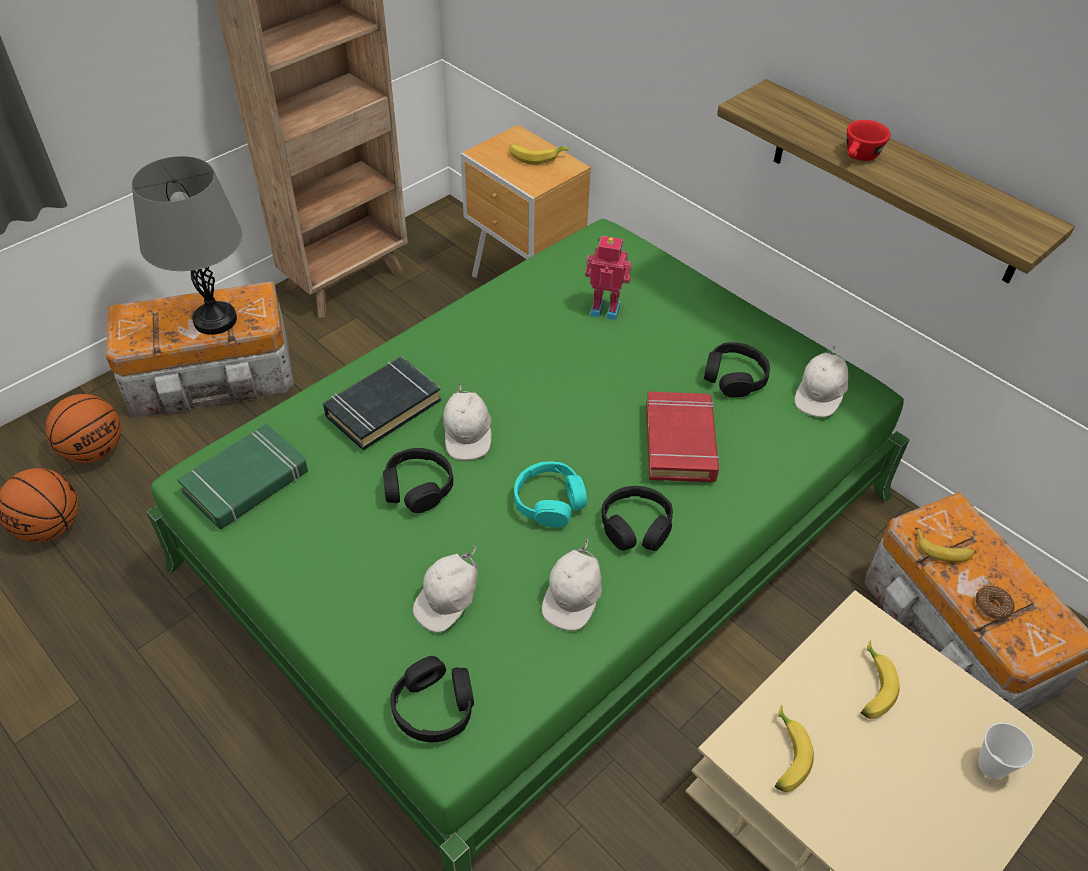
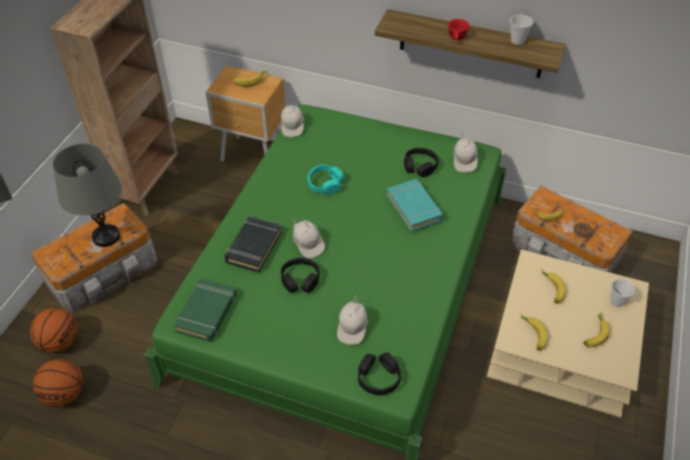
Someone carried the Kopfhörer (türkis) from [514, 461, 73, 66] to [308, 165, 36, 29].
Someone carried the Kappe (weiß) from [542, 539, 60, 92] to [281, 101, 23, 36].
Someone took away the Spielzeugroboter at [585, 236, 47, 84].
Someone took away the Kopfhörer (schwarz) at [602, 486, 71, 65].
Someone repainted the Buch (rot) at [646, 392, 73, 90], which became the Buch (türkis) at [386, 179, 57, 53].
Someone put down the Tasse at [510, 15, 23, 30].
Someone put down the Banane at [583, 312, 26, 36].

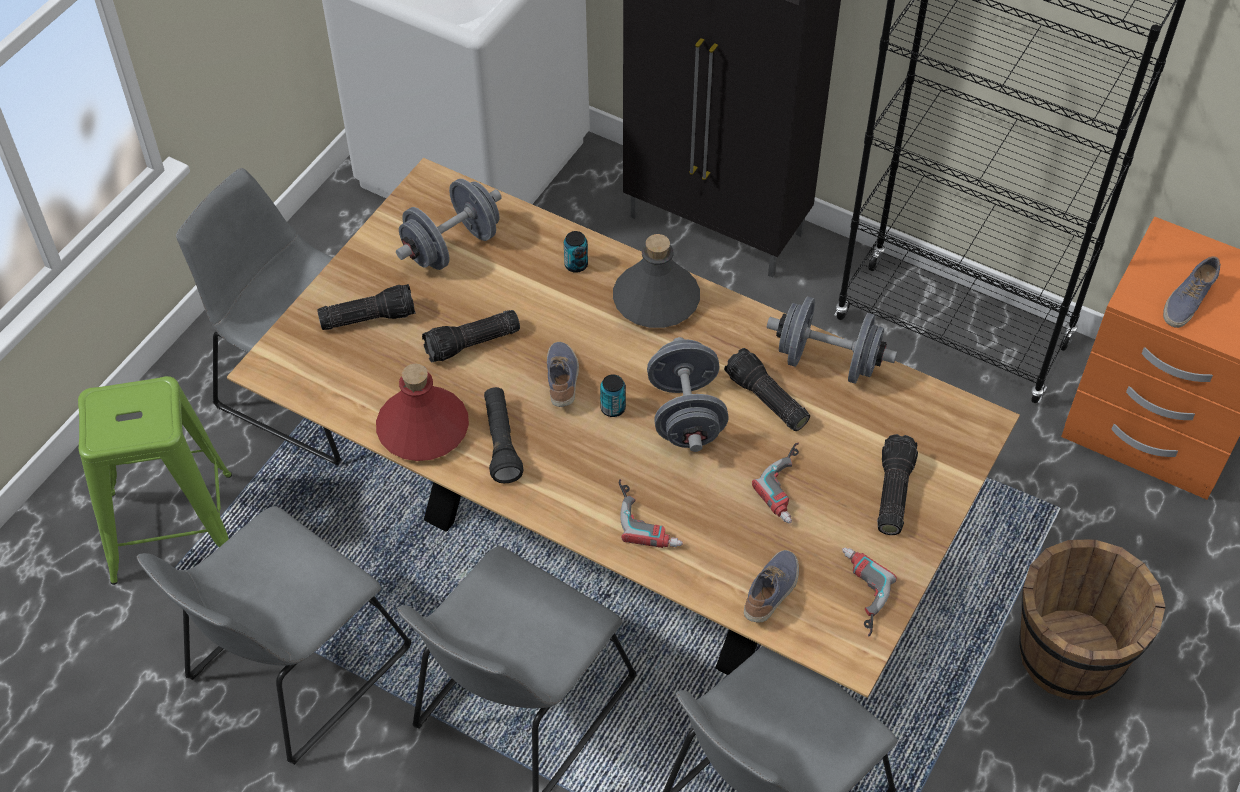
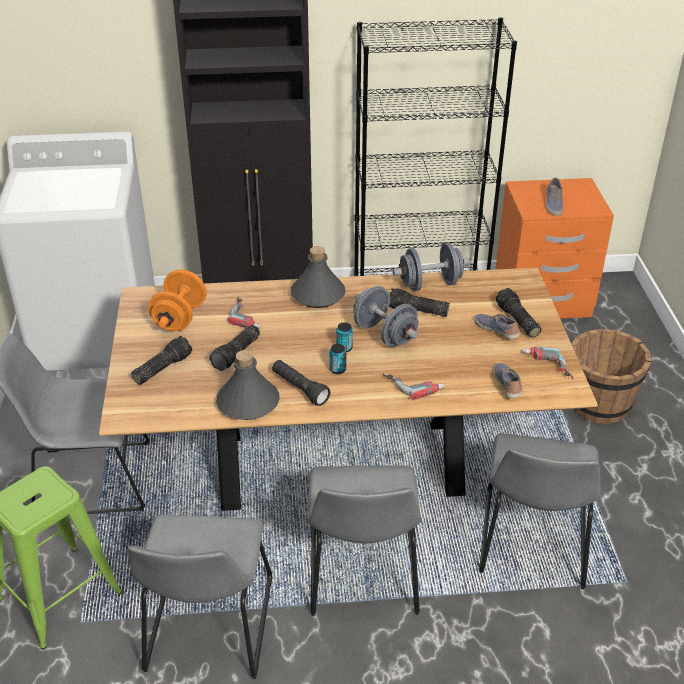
Someone repainted the Flasche (rot) at [376, 364, 93, 97], which became the Flasche (grau) at [216, 350, 64, 70].
Someone repainted the Hantel (grau) at [396, 179, 106, 91], which became the Hantel (orange) at [148, 269, 59, 62].
Someone carried the Schuh from [547, 342, 32, 65] to [474, 313, 46, 26].
Someone carried the Dose from [564, 231, 24, 42] to [330, 344, 16, 30].
Someone carried the Bohrmaschine from [752, 443, 47, 81] to [228, 296, 33, 32].

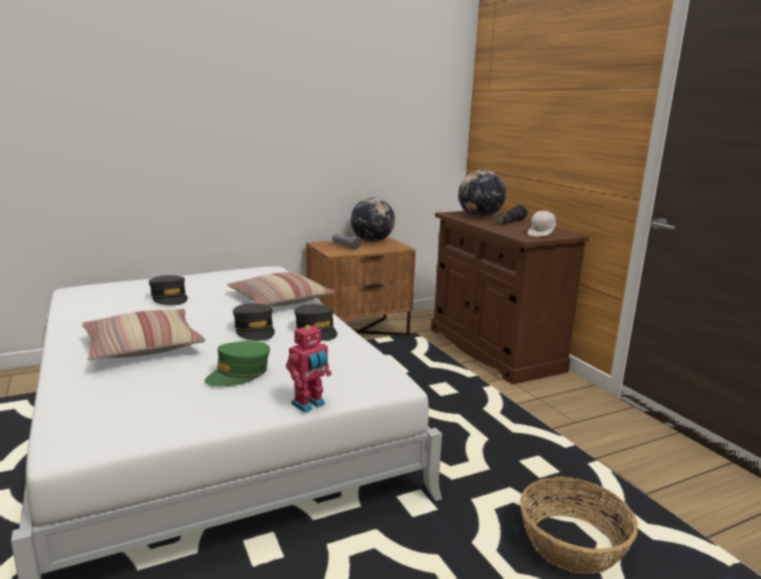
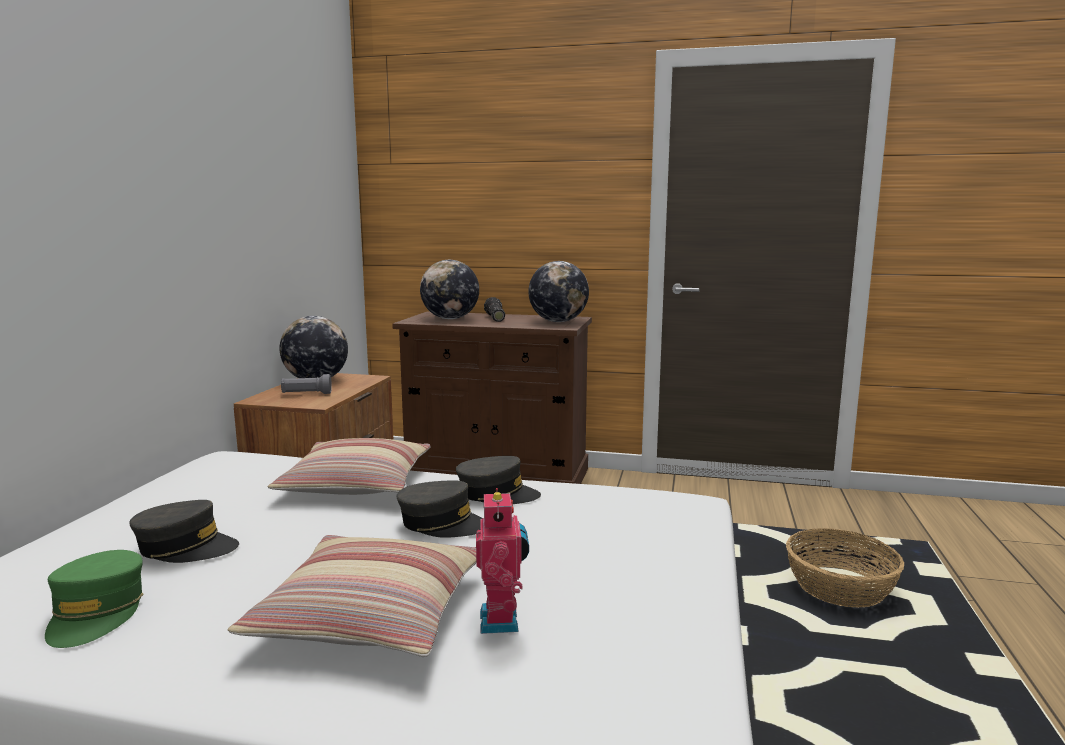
Someone carried the Kappe (grün) from [205, 341, 65, 46] to [45, 550, 98, 98].
Someone carried the Spielzeugroboter from [286, 324, 46, 89] to [476, 488, 53, 146].
Someone swapped the Kappe (weiß) at [528, 211, 28, 26] for the Globus at [528, 261, 61, 61].

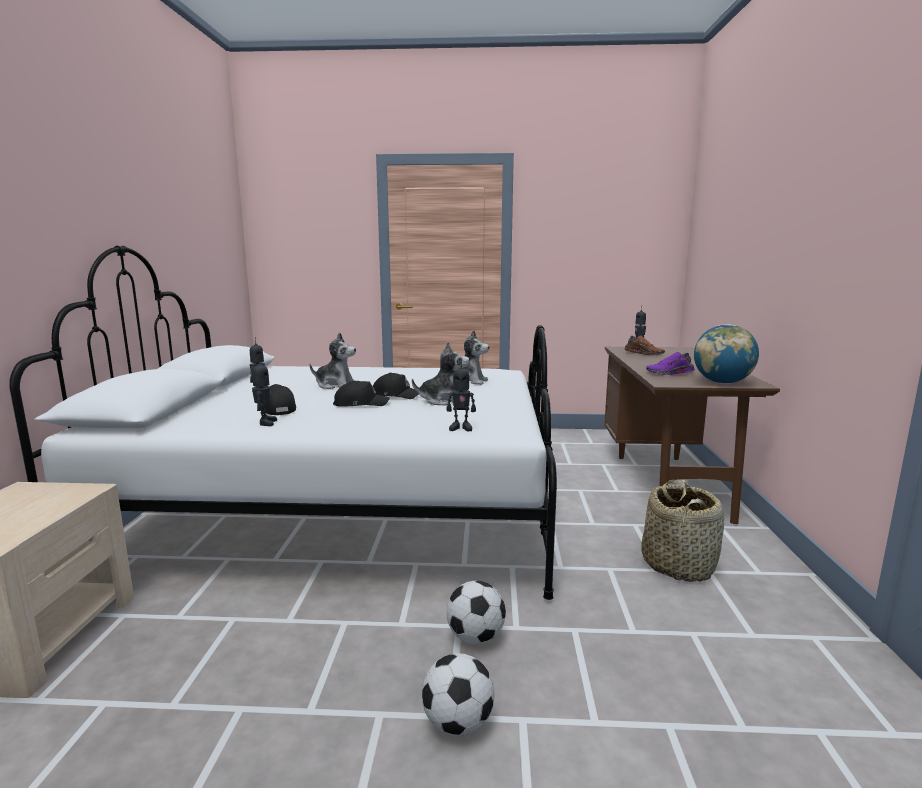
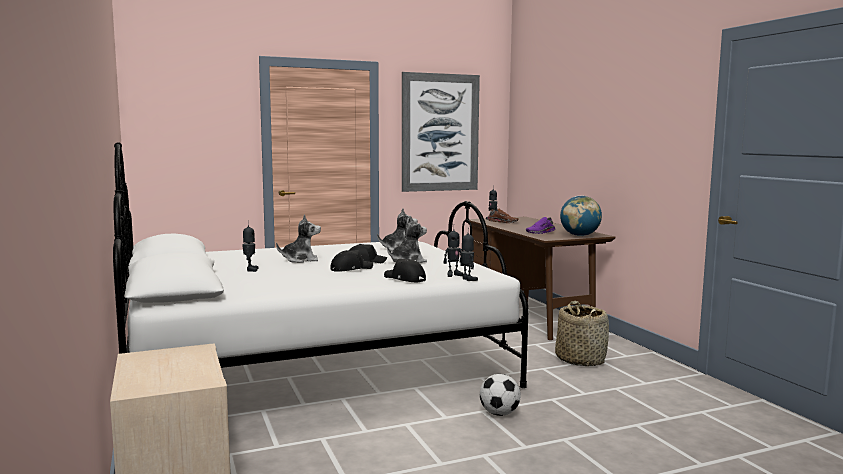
Someone carried the Spielzeugroboter from [252, 356, 25, 70] to [460, 233, 18, 48].
Someone carried the Kappe (schwarz) from [263, 384, 33, 31] to [384, 259, 42, 23].
Someone took away the Fußball at [422, 653, 73, 83].
Someone put up the Bild at [402, 72, 78, 120].

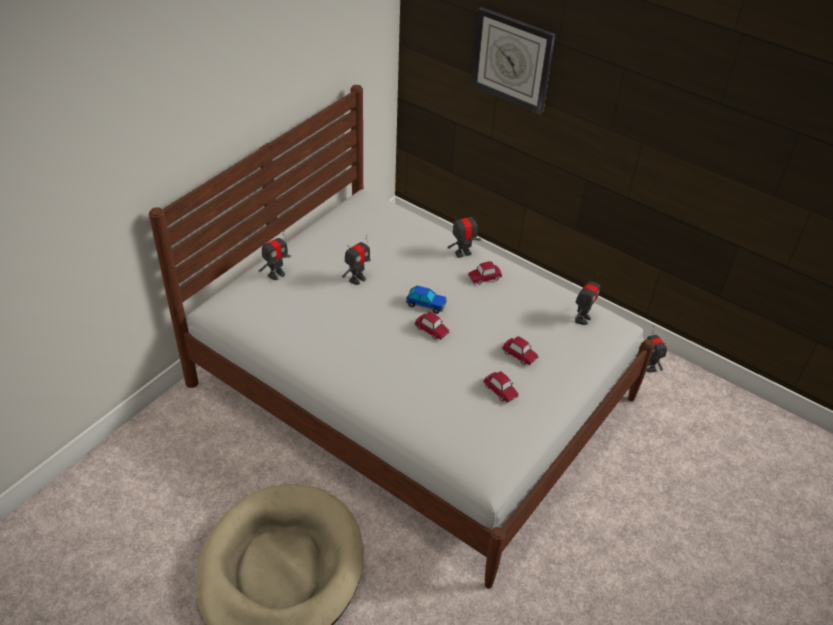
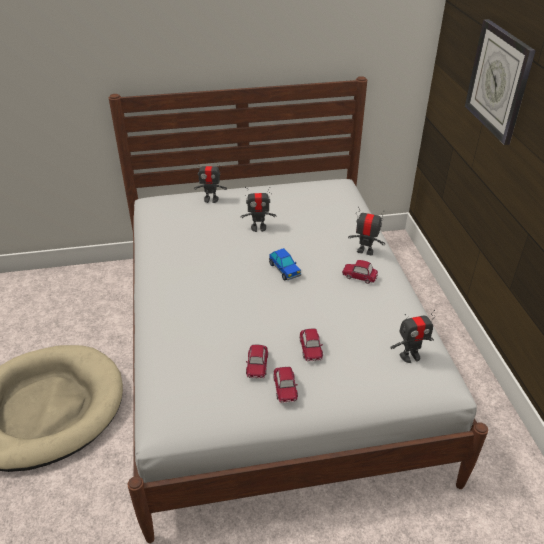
Someone carried the Spielzeugauto from [414, 312, 36, 28] to [273, 367, 25, 36].
Someone took away the Spielzeugroboter at [646, 326, 21, 47].

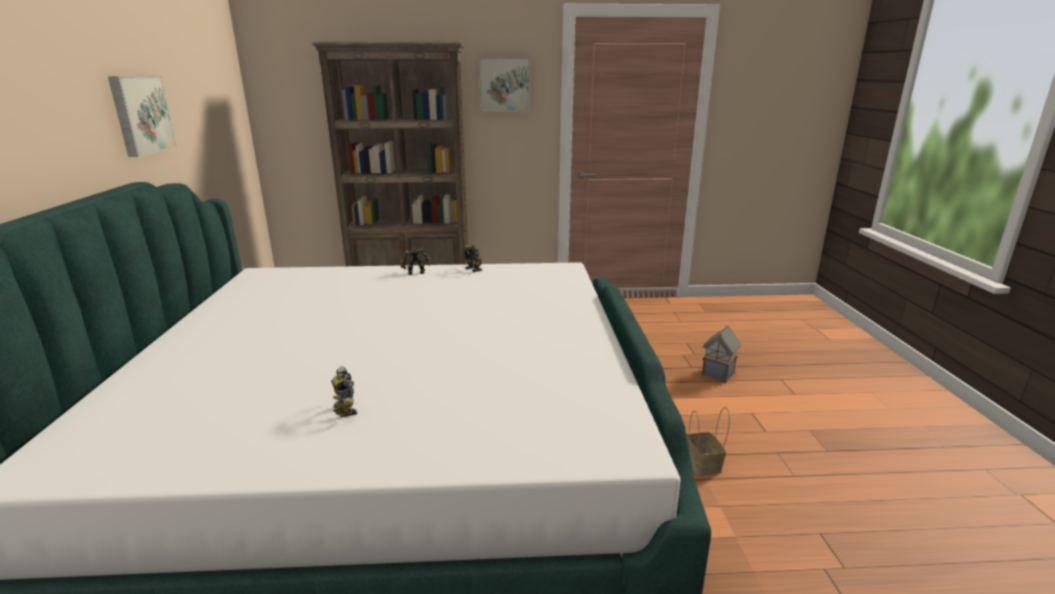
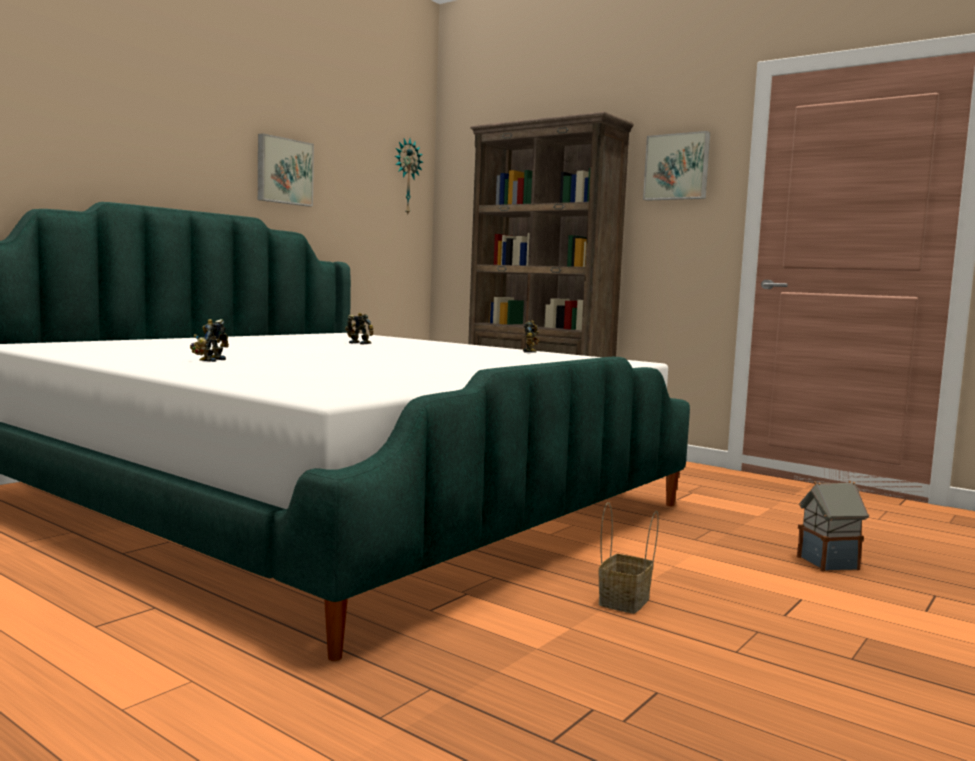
Someone carried the Spielzeugroboter from [400, 248, 30, 27] to [345, 313, 29, 31].
Someone put up the Wanduhr at [395, 138, 28, 78].

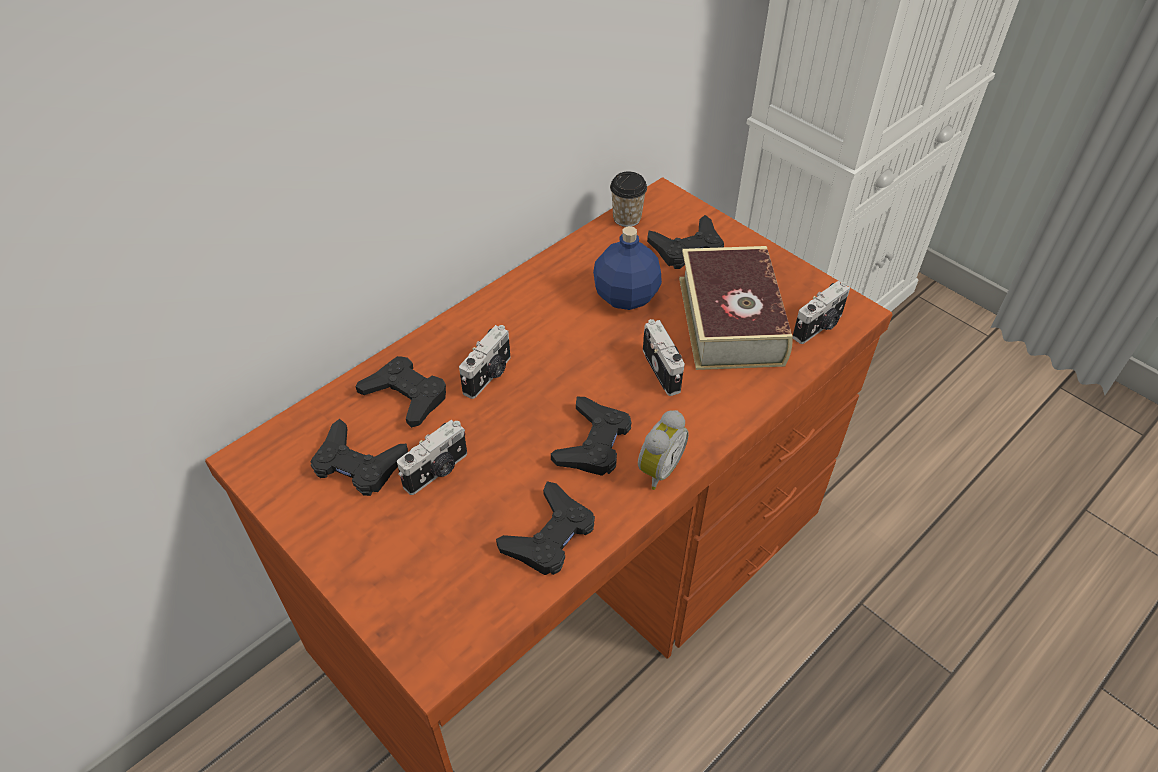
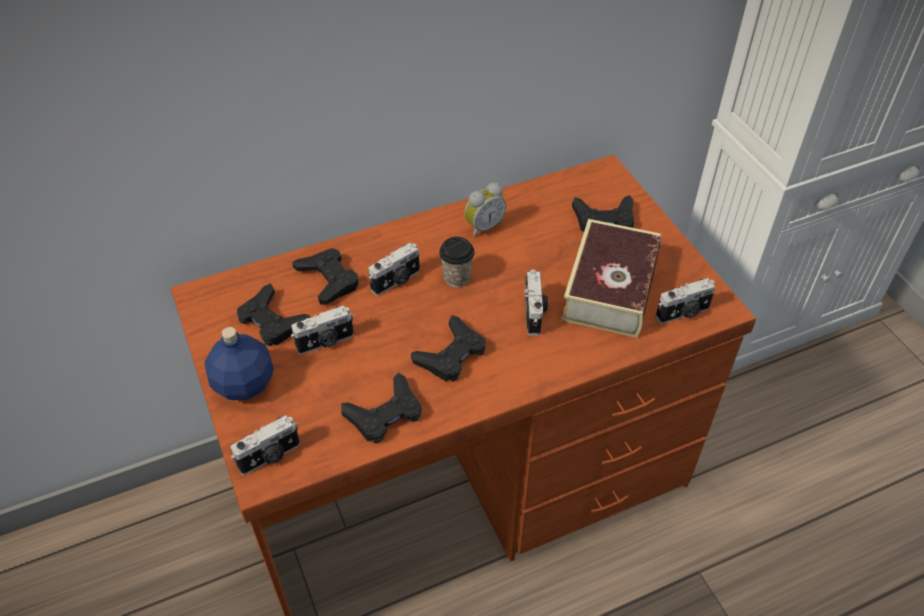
Someone carried the Flasche (blau) from [593, 226, 69, 84] to [204, 327, 70, 73].
Someone carried the Tasse from [610, 172, 37, 55] to [439, 237, 36, 50].
Someone carried the Wecker from [638, 410, 51, 80] to [464, 183, 42, 55].
Someone put down the Kamera at [231, 415, 69, 60].

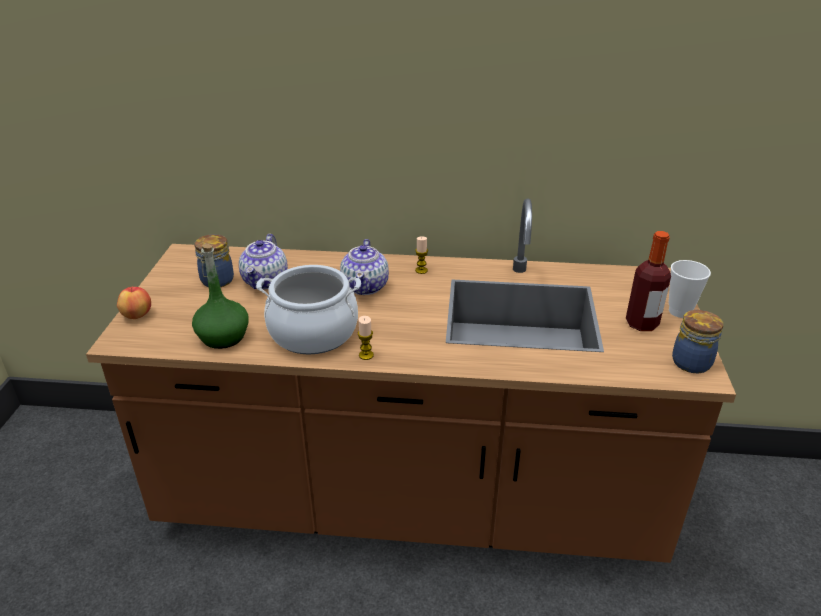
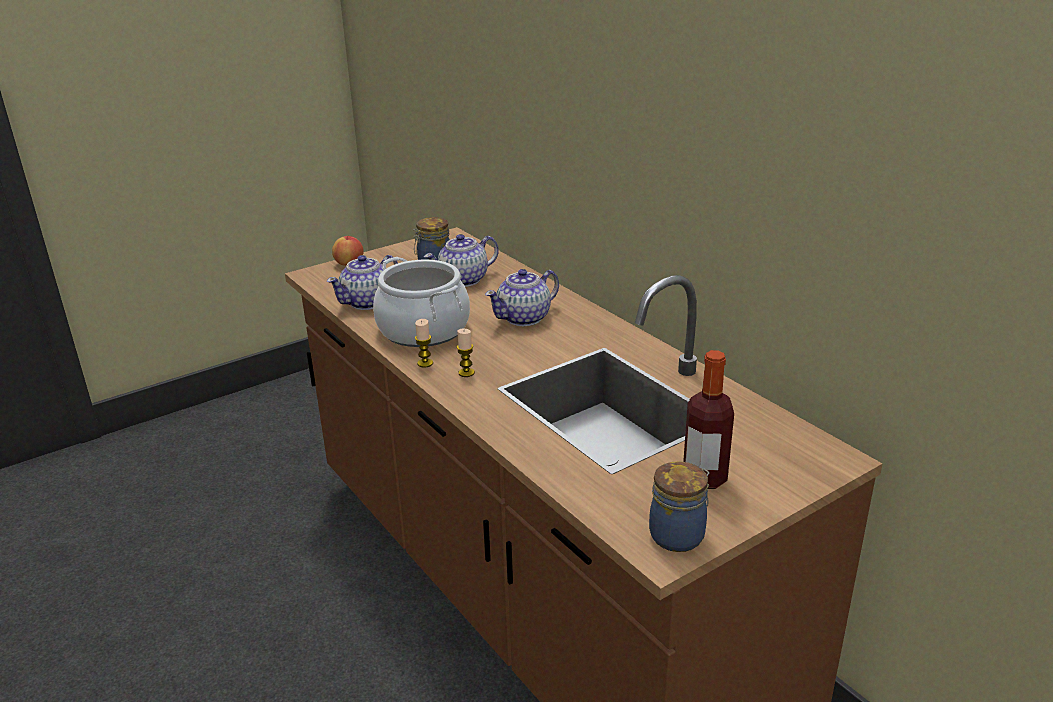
Someone swapped the Flasche (grün) at [192, 244, 57, 105] for the Teekanne at [327, 255, 71, 55].
Someone carried the Kerze from [415, 236, 13, 38] to [457, 329, 18, 48].
Someone took away the Tasse at [669, 260, 42, 58].

